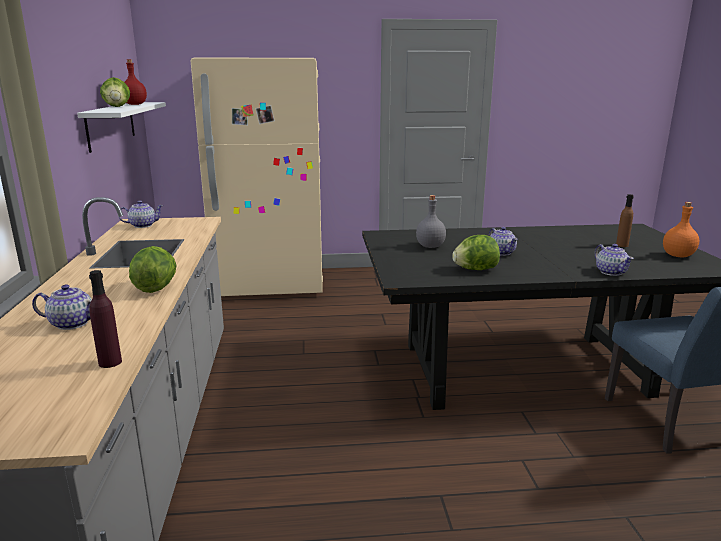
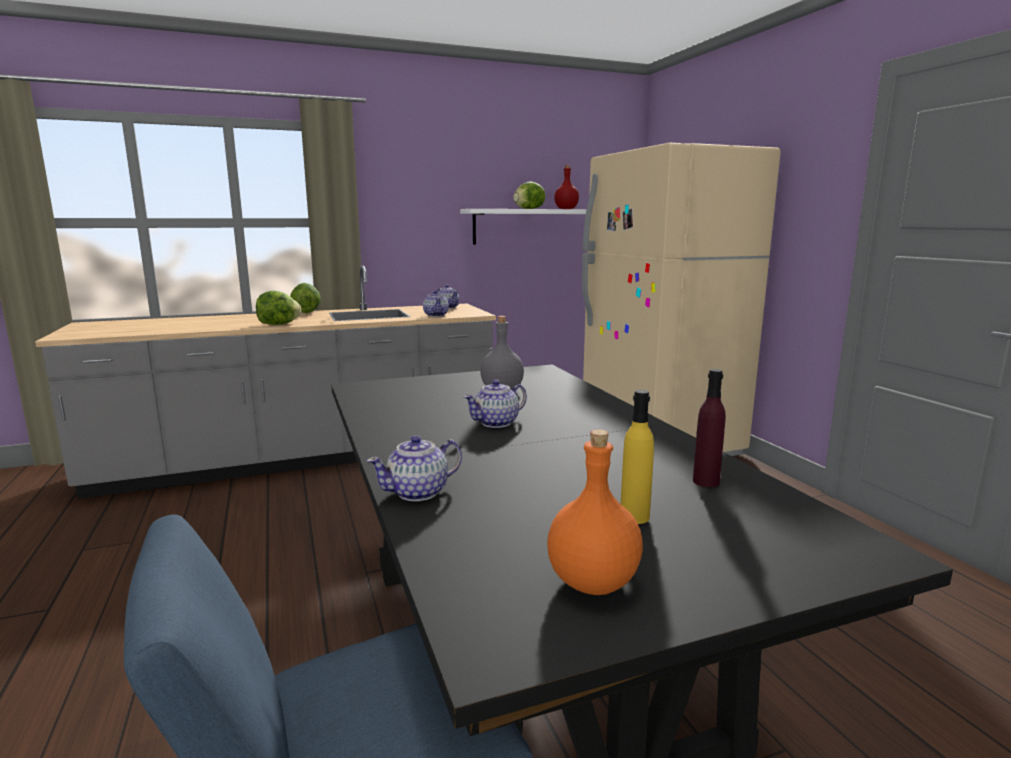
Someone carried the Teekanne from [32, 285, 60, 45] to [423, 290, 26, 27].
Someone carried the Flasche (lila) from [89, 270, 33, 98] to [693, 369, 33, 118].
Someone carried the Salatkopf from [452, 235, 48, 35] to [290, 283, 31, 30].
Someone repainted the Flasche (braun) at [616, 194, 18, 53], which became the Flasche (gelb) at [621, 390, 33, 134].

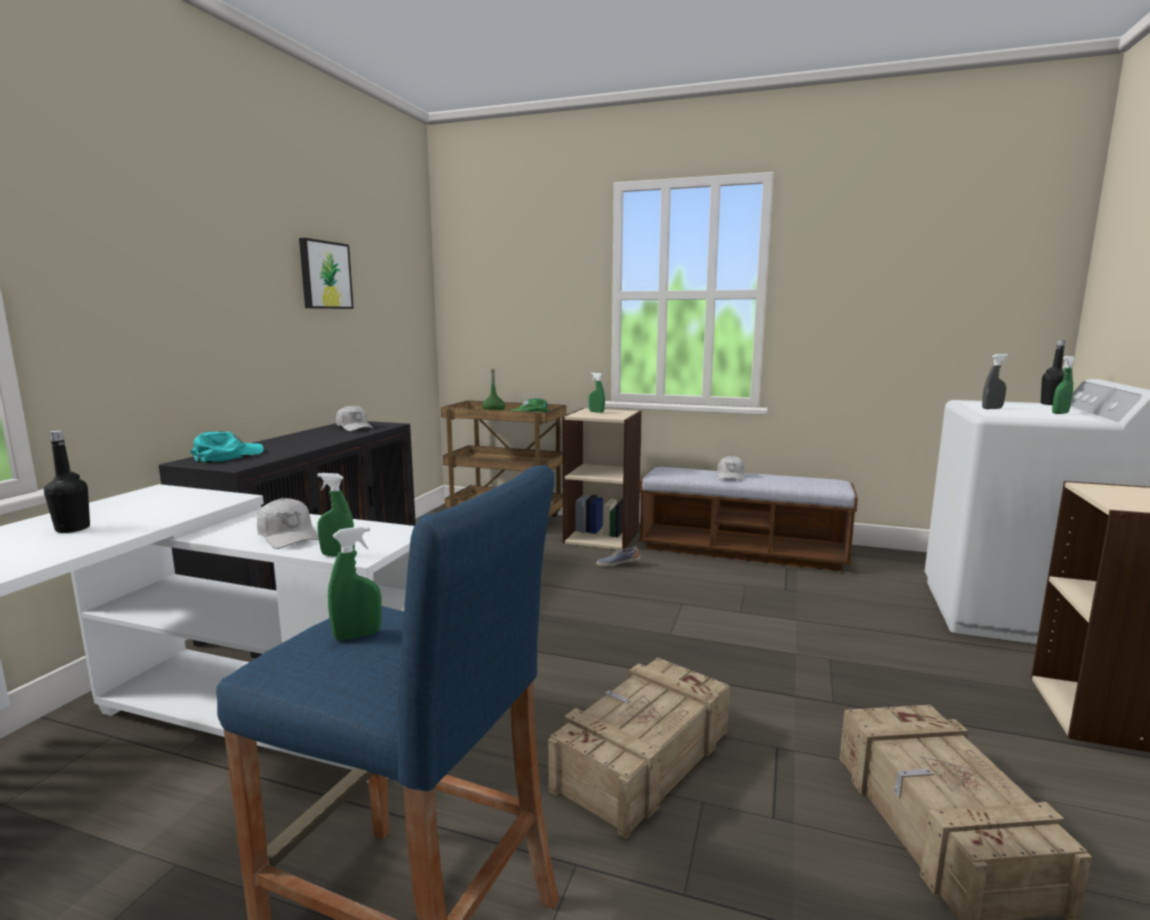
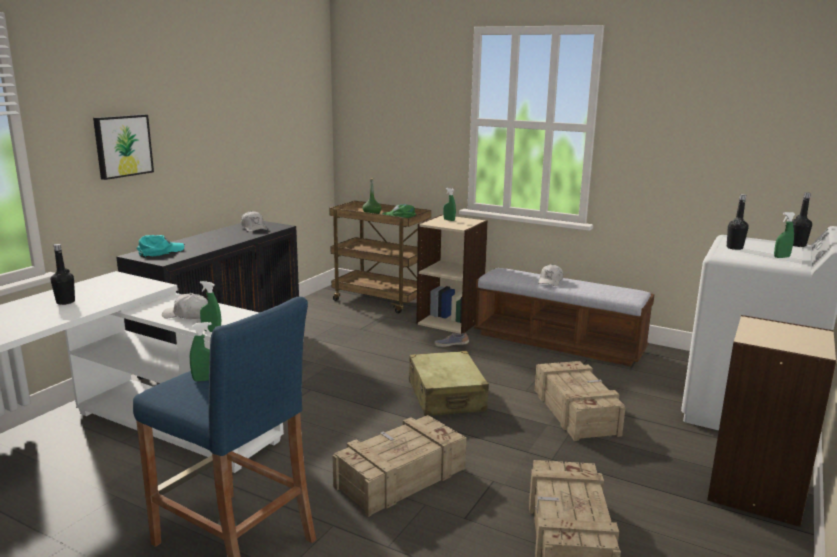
Someone rotated the Kappe (weiß) at [257, 498, 62, 51] by 135 degrees clockwise.
Someone carried the Bild from [299, 238, 55, 71] to [93, 114, 61, 66].
Someone swapped the Sprühflasche (grau) at [982, 354, 26, 55] for the Flasche (schwarz) at [727, 194, 21, 56].
Someone put down the Koffer (beige) at [409, 351, 80, 65].
Someone put down the Kiste at [535, 361, 91, 80].

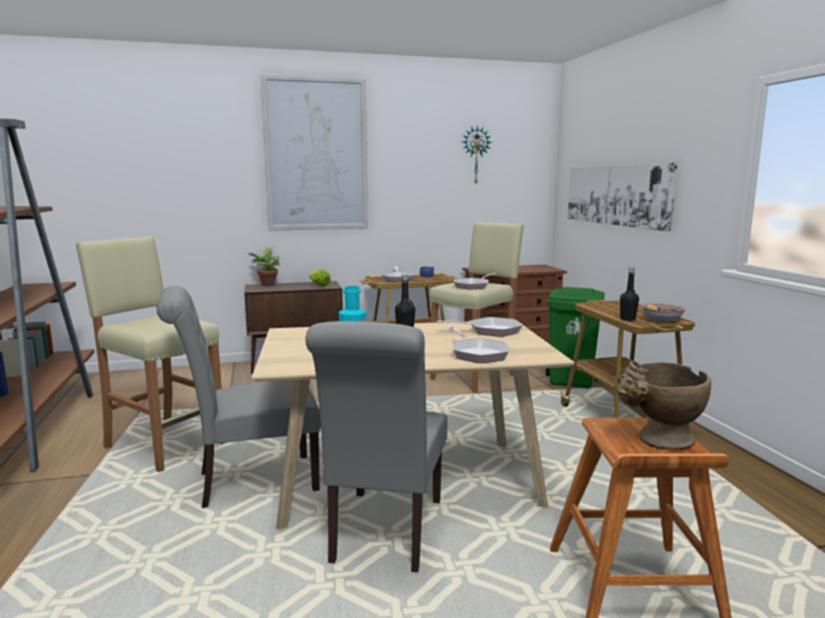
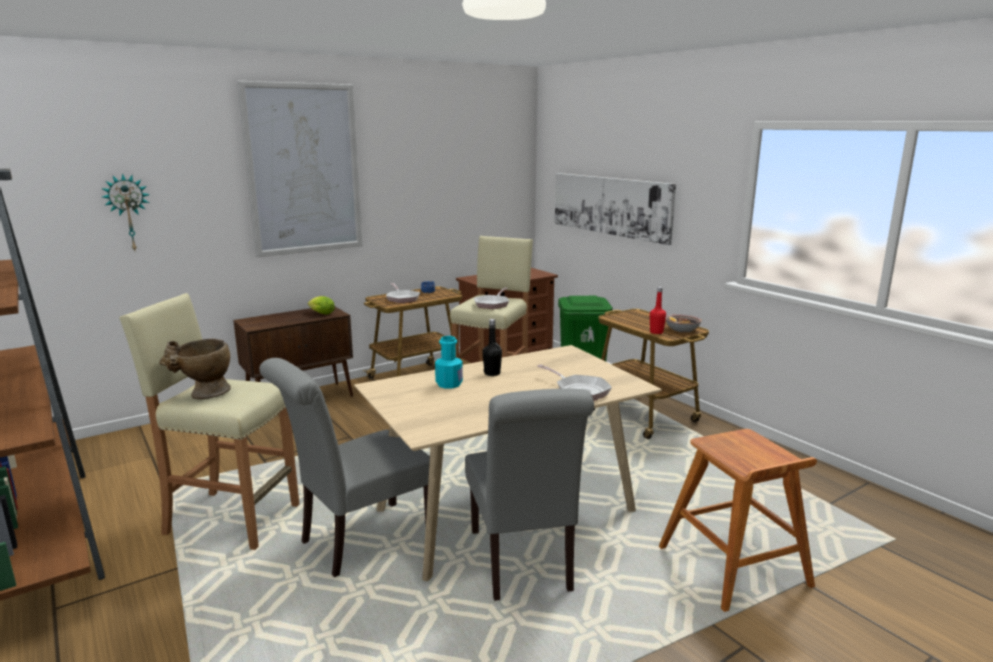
Someone took away the Topfpflanze at [248, 247, 32, 39].
Someone took away the Pfanne at [437, 317, 85, 20].
Someone carried the Wanduhr from [462, 125, 30, 58] to [101, 173, 49, 78].
Someone carried the Vase (beige) from [616, 361, 95, 89] to [159, 339, 72, 60].
Someone repainted the Flasche (schwarz) at [620, 267, 19, 54], which became the Flasche (rot) at [650, 287, 16, 47].

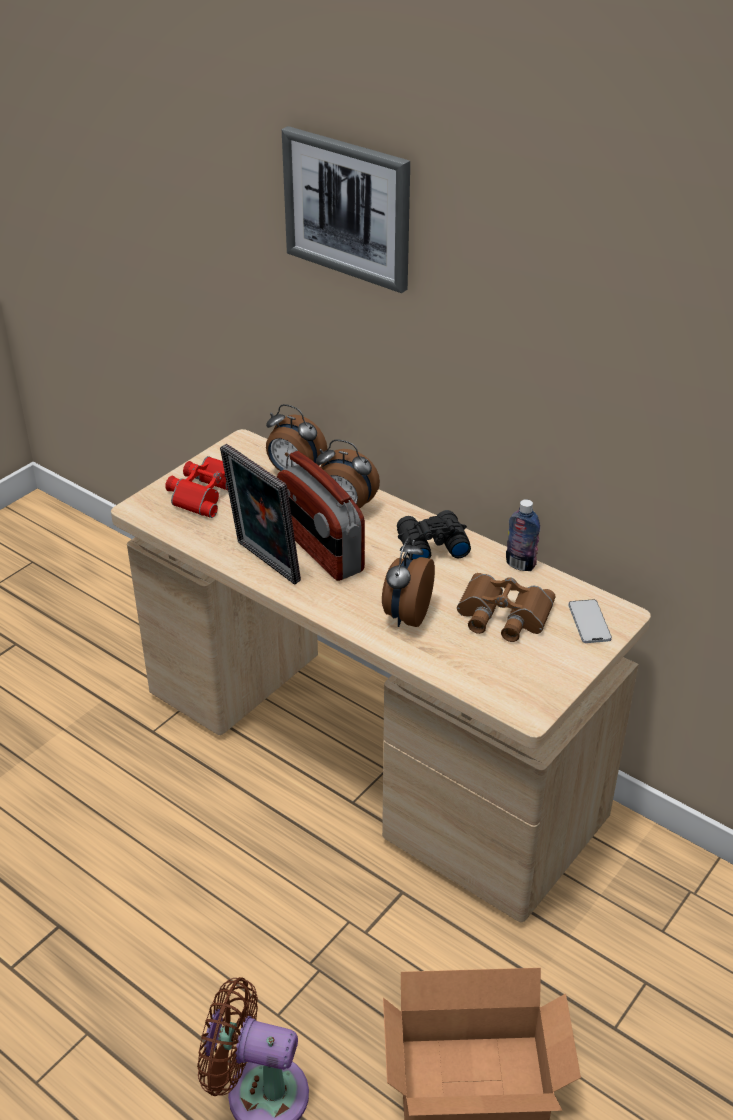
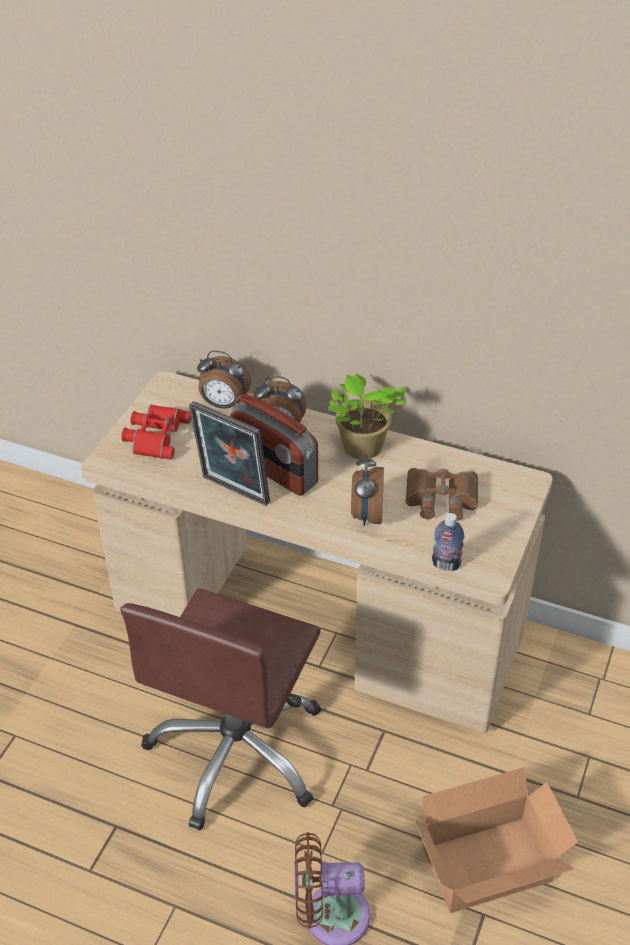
Someone took away the Bild at [282, 126, 128, 167].
Someone swapped the Fernglas (schwarz) at [397, 510, 74, 50] for the Topfpflanze at [328, 374, 78, 85].
Someone carried the Flasche from [506, 499, 34, 72] to [432, 513, 32, 58].
Someone took away the Handy at [568, 599, 44, 44].
Someone put down the Bürostuhl (braun) at [120, 588, 201, 242].

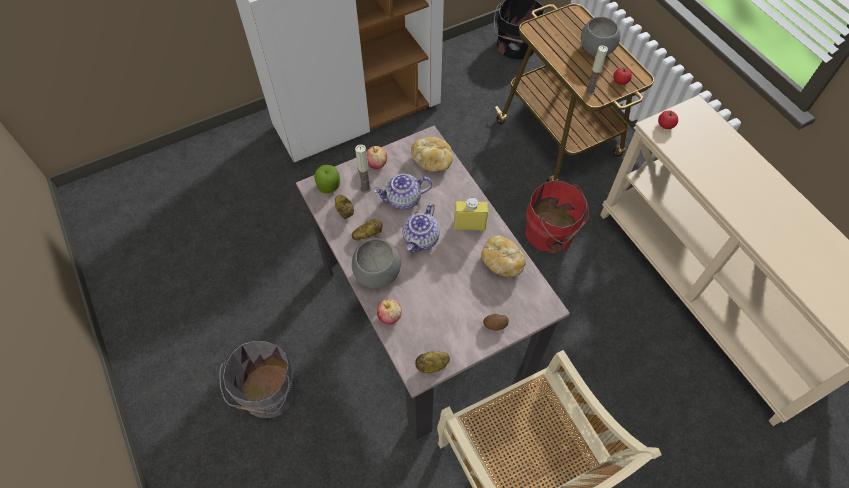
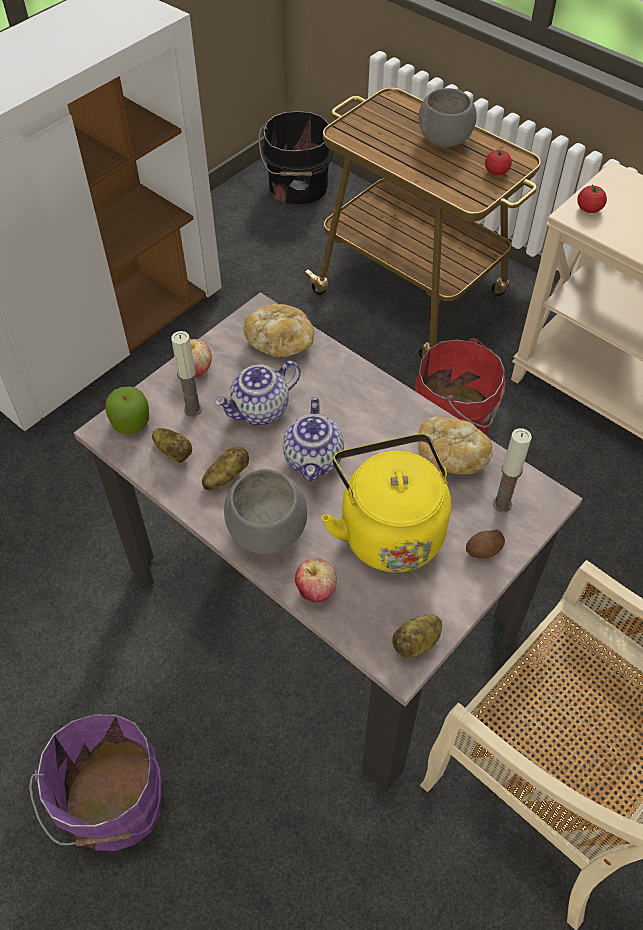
Someone repainted the Eimer (grau) at [219, 341, 78, 77], which became the Eimer (lila) at [29, 714, 133, 137].
Someone took away the Flasche (gelb) at [454, 197, 34, 34].
Someone carried the Kerze from [585, 46, 23, 49] to [493, 428, 39, 84].
Someone put down the Wasserkessel (gelb) at [321, 434, 130, 138].

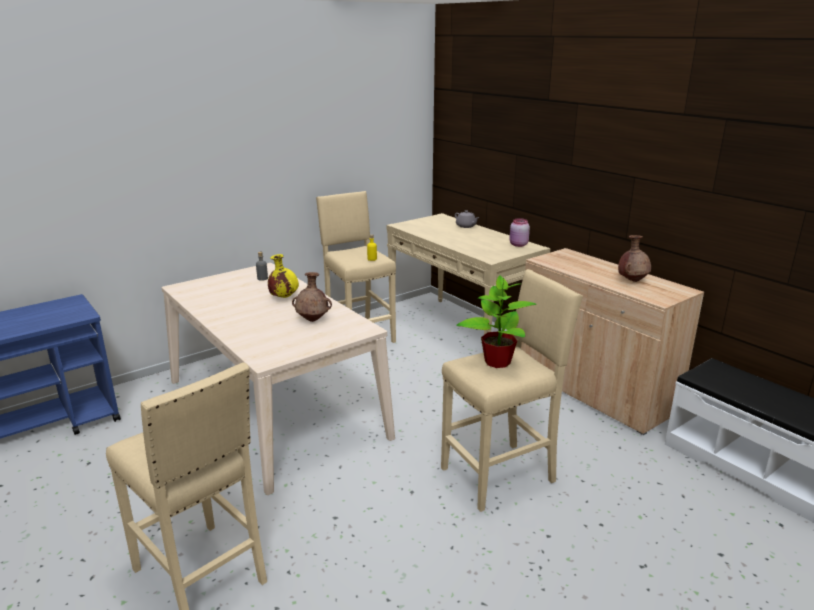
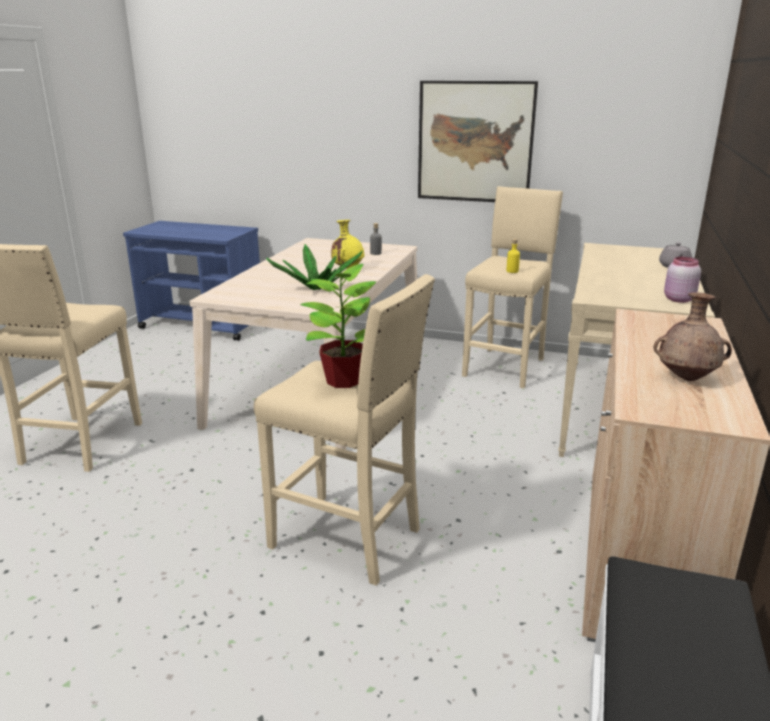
Someone swapped the Vase (braun) at [292, 272, 40, 50] for the Topfpflanze at [267, 244, 96, 46].
Someone put up the Bild at [418, 81, 120, 121].

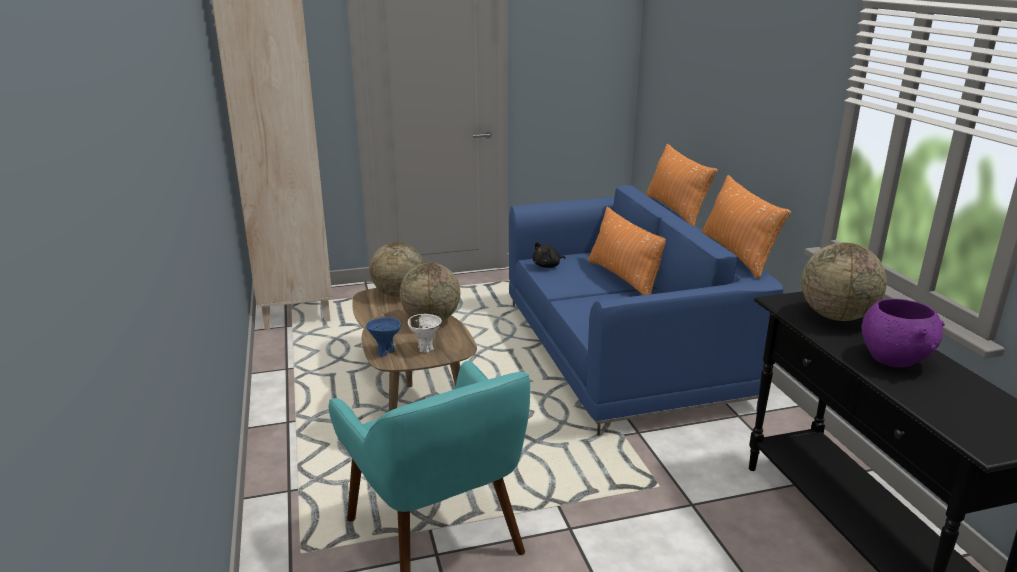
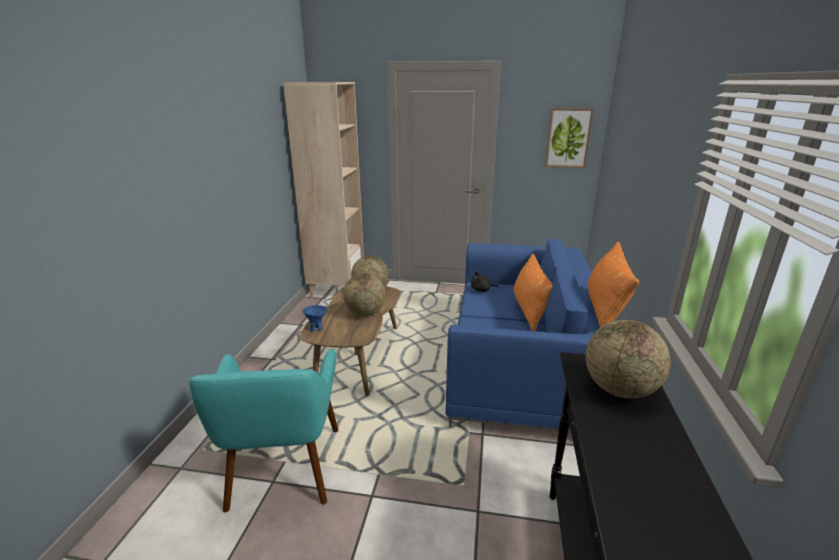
Someone took away the Schüssel (weiß) at [408, 314, 34, 39].
Someone took away the Kissen (orange) at [646, 144, 72, 83].
Someone took away the Schüssel (lila) at [862, 299, 83, 68].
Someone put up the Bild at [545, 108, 49, 60].

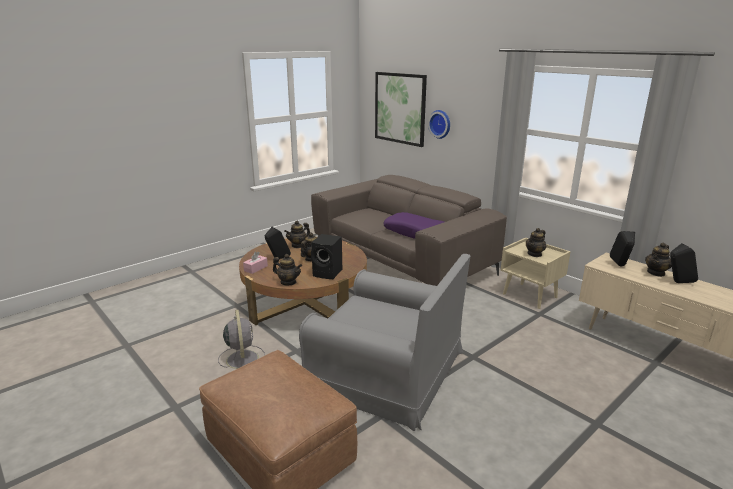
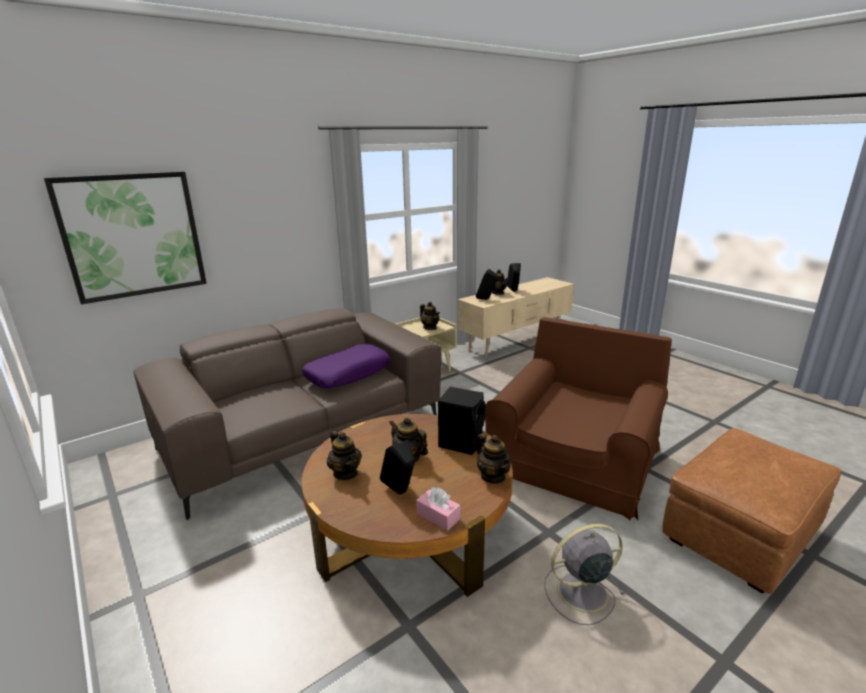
Someone rotated the Teekanne at [273, 254, 29, 32] by 120 degrees clockwise.
Someone repainted the Sessel (grau) at [299, 254, 171, 177], which became the Sessel (braun) at [485, 317, 187, 204].
Someone took away the Wanduhr at [428, 110, 22, 29].

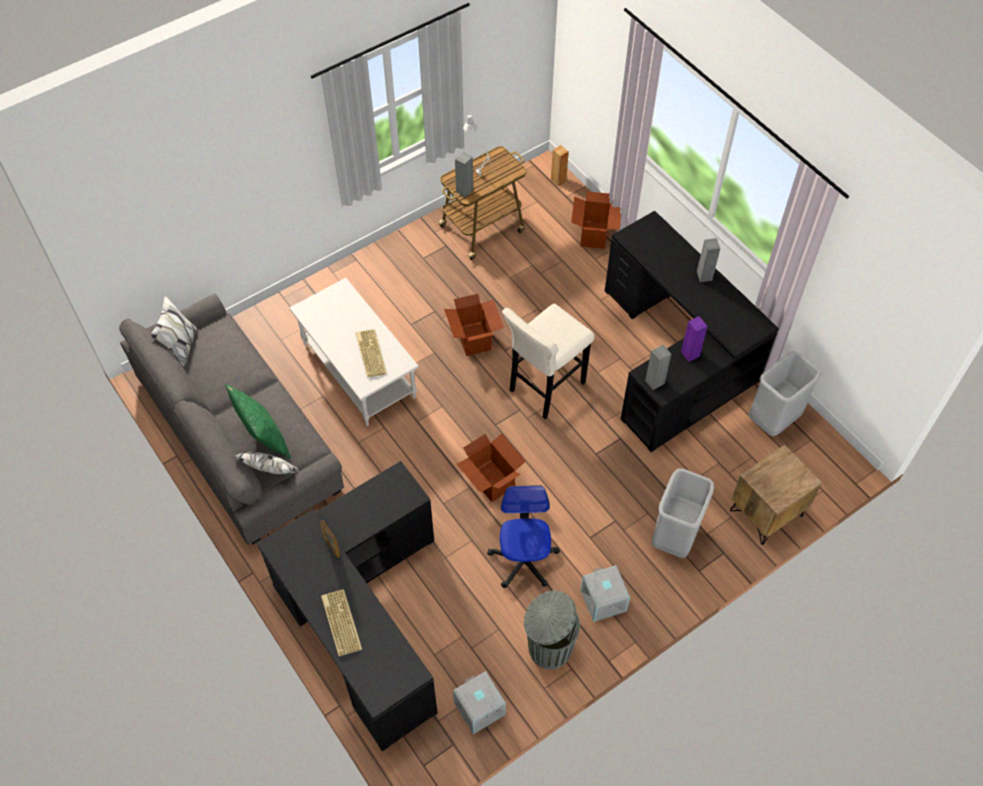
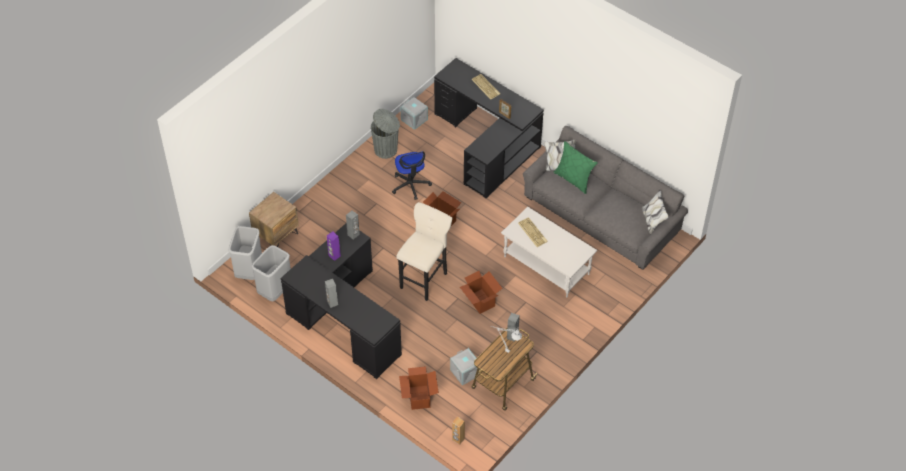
Someone carried the Aufbewahrungsbox (grau) from [581, 565, 49, 57] to [450, 348, 30, 37].
Someone carried the Mülleimer (grau) from [652, 469, 62, 89] to [228, 226, 34, 54].

